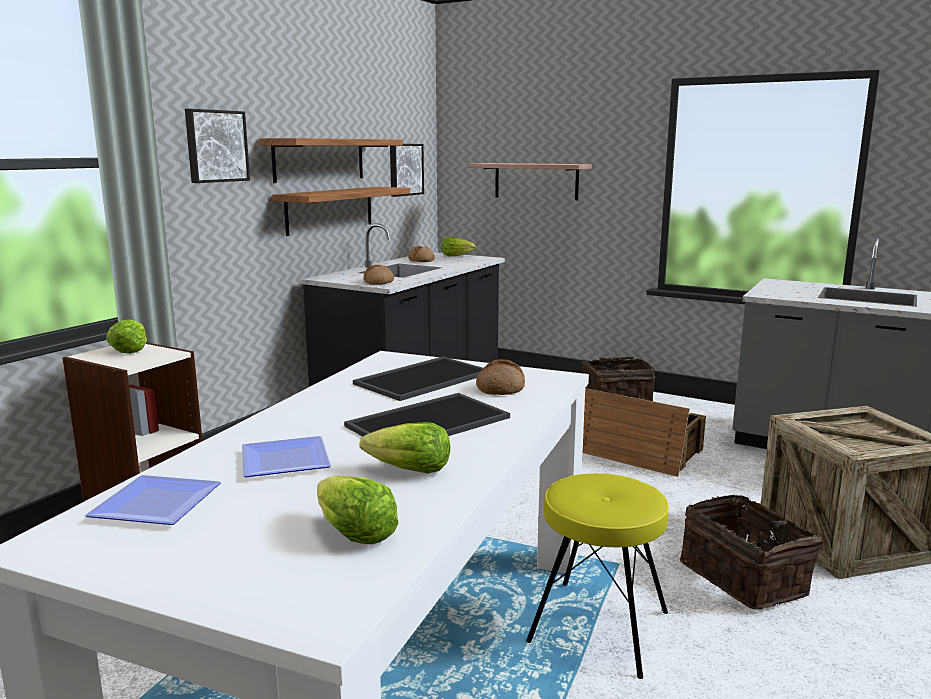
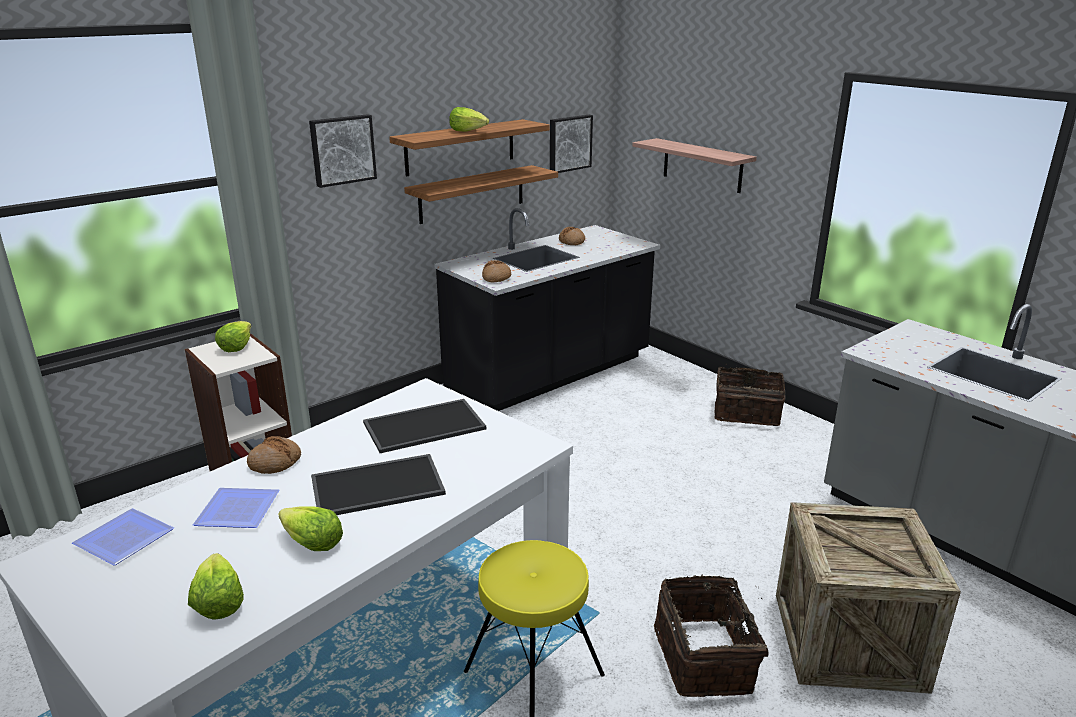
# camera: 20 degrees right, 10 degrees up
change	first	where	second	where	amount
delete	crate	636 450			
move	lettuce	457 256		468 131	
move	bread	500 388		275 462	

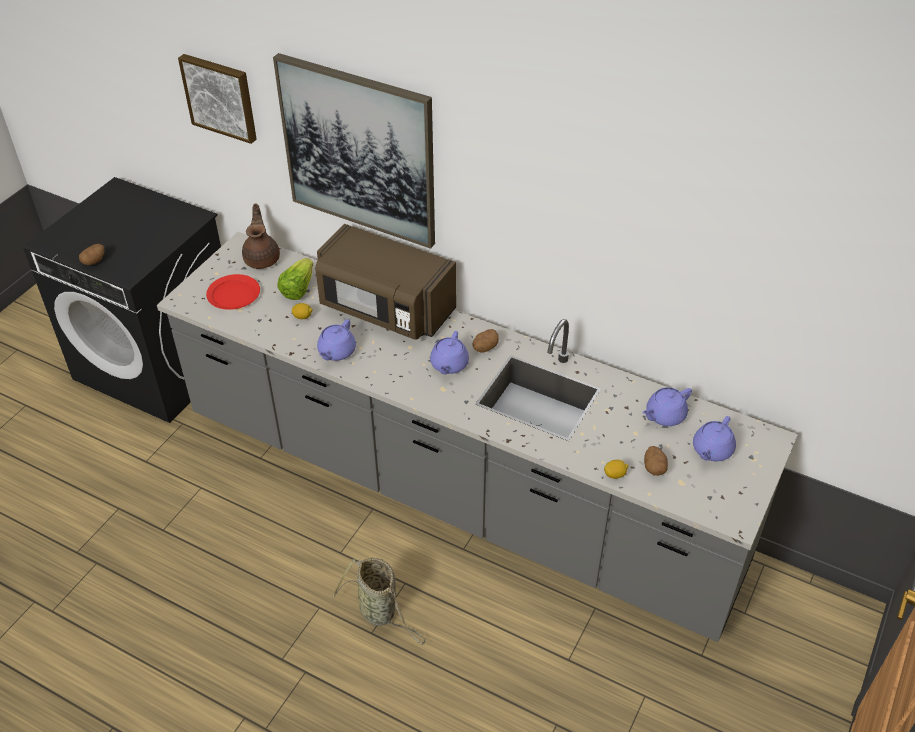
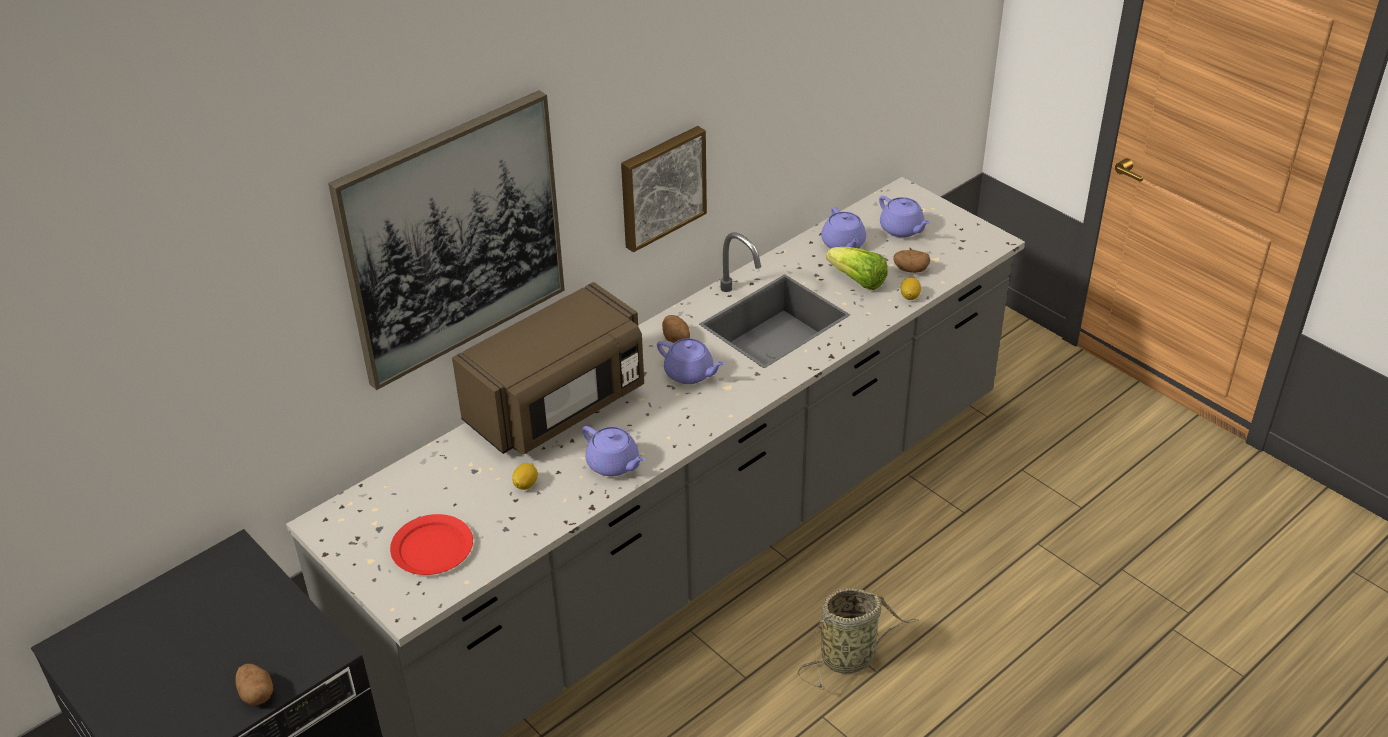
# camera: 70 degrees left, 5 degrees down
change	first	where	second	where	amount
delete	brown teapot	262 258			
move	picture	220 97		661 186	
move	lettuce	298 289		857 281	

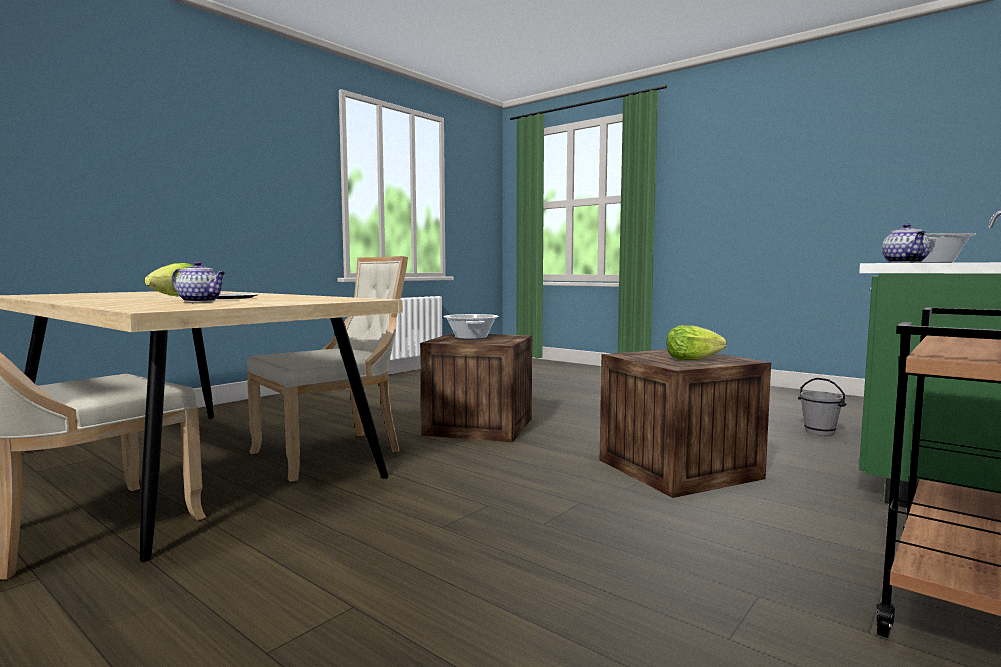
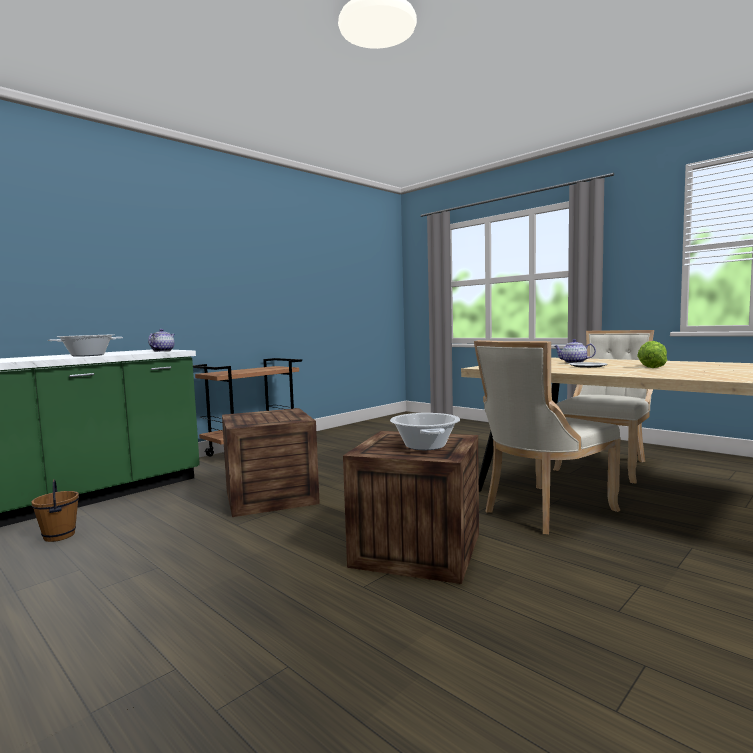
# camera: 175 degrees left, 0 degrees up
change	first	where	second	where	amount
delete	lettuce	691 360			
recolor	grey bucket	820 432	brown bucket	58 536	

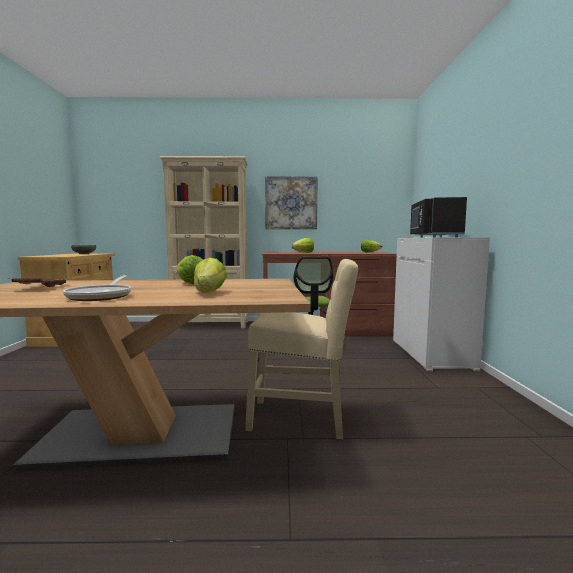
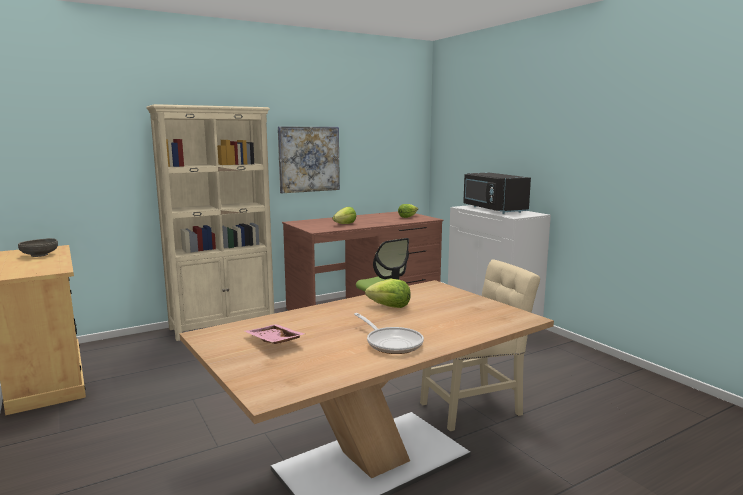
# camera: 30 degrees left, 5 degrees up
change	first	where	second	where	amount
delete	lettuce	209 292			

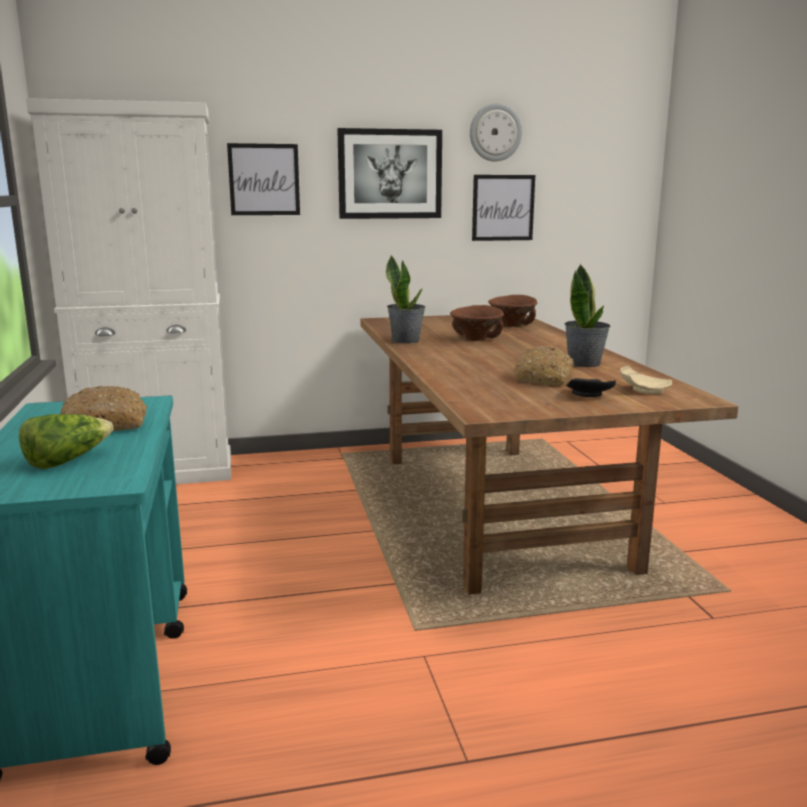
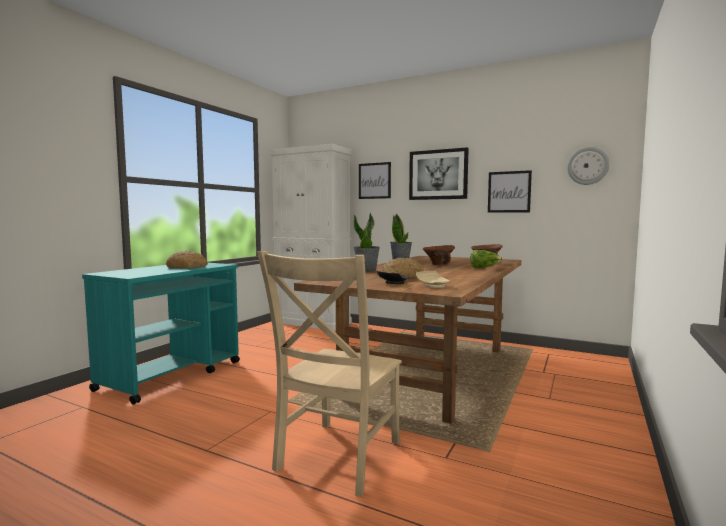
# camera: 40 degrees right, 10 degrees down
change	first	where	second	where	amount
insert			beige chair	336 458	
move	lettuce	67 460		484 267	
move	wall clock	495 132		588 166	
move	potted plant	584 363		366 270	

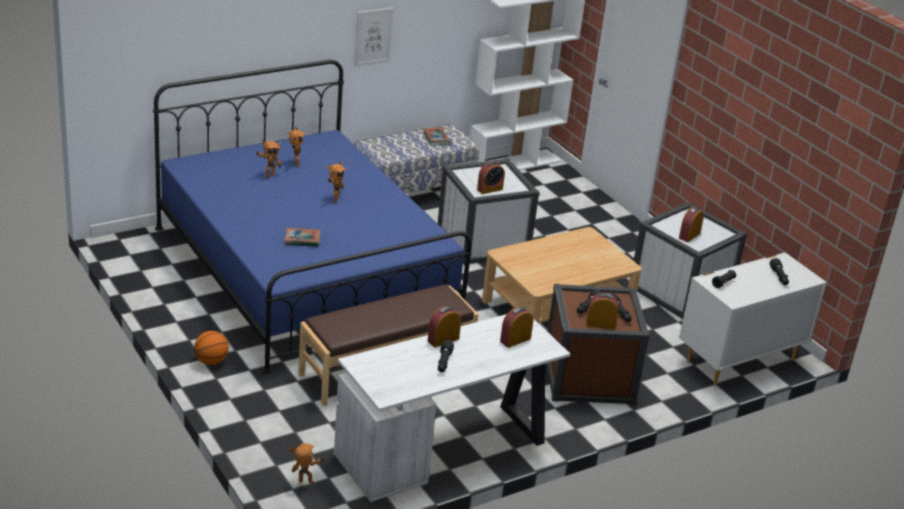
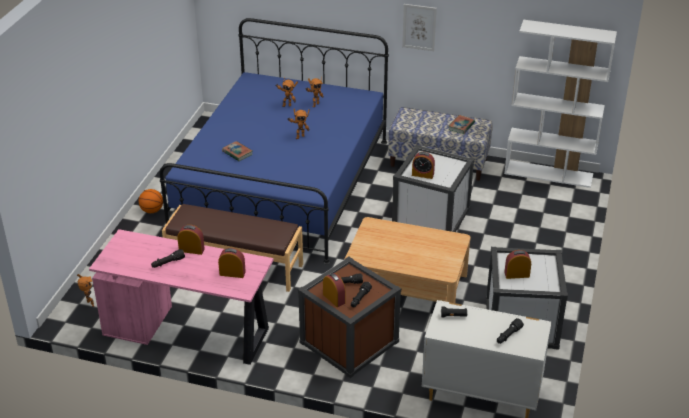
# camera: 50 degrees right, 5 degrees up
change	first	where	second	where	amount
recolor	white desk	446 449	pink desk	189 332	

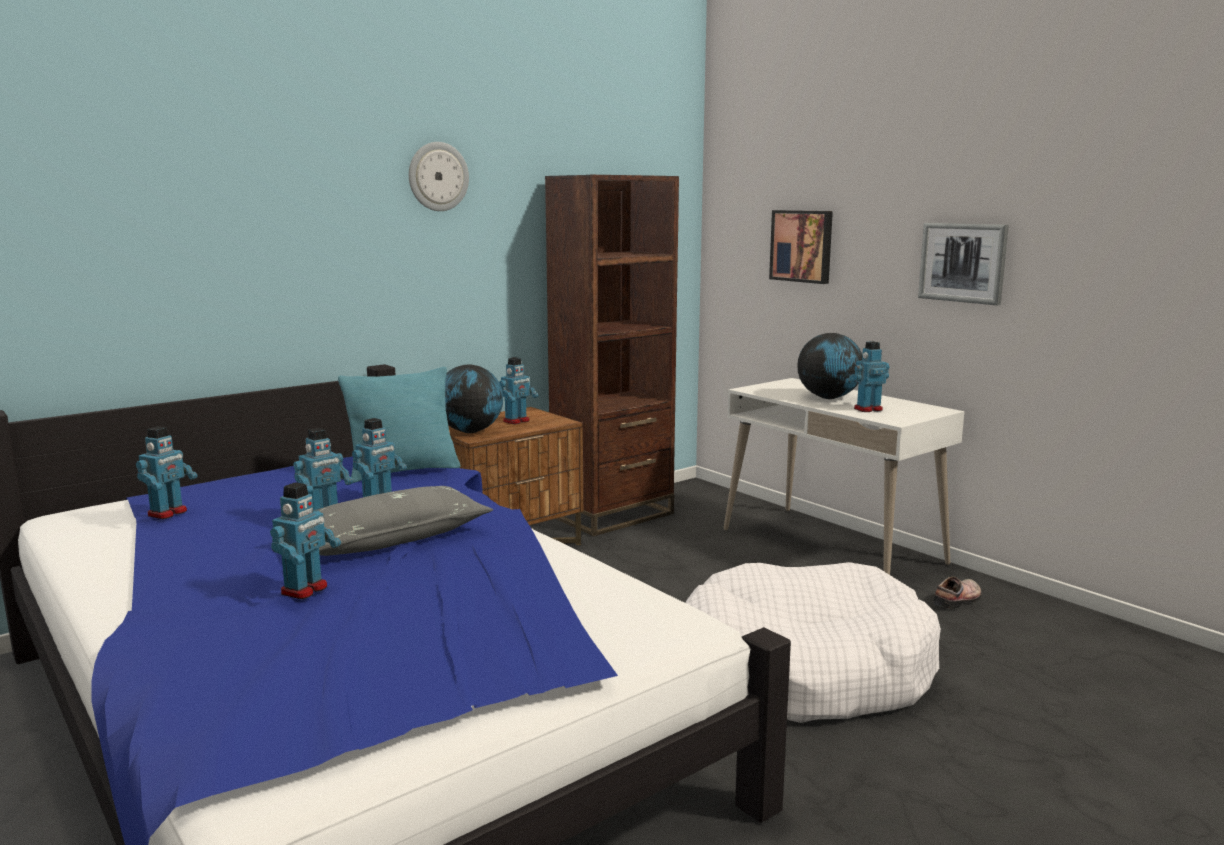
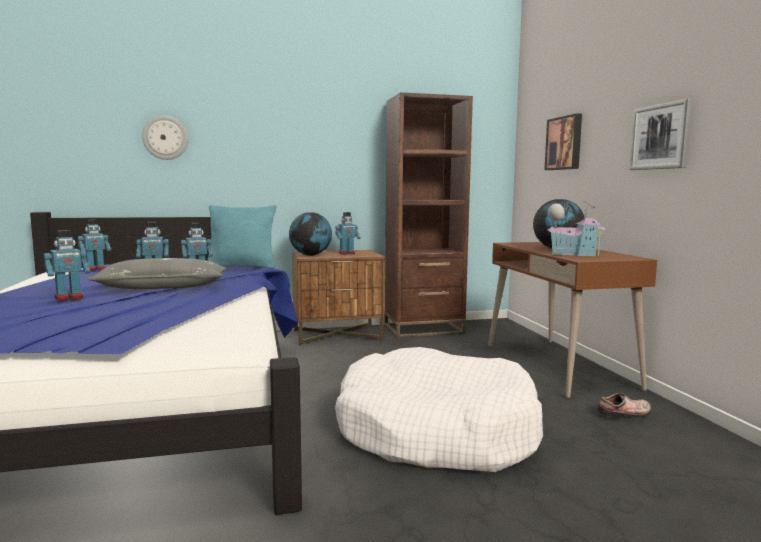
# camera: 25 degrees right, 5 degrees down
change	first	where	second	where	amount
move	wall clock	438 176		165 137	
replace	toy robot	867 409	toy house	573 254	
recolor	white desk	831 546	brown desk	558 366	

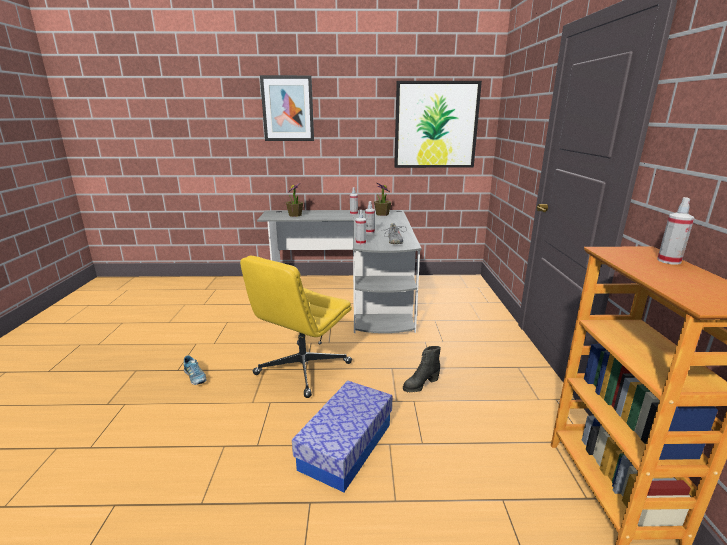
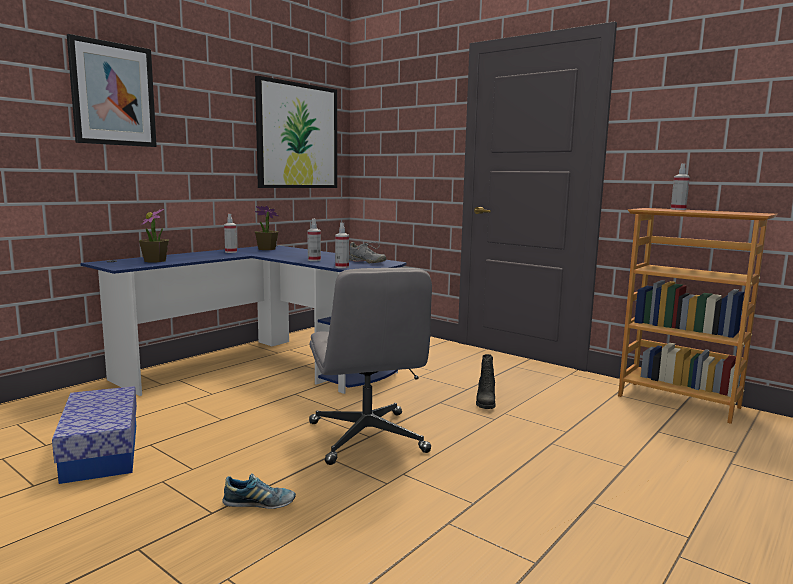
# camera: 50 degrees left, 10 degrees down
change	first	where	second	where	amount
move	storage box	346 446		101 451	
recolor	yellow office chair	302 369	grey office chair	367 438	
recolor	grey desk	355 295	blue desk	265 366	

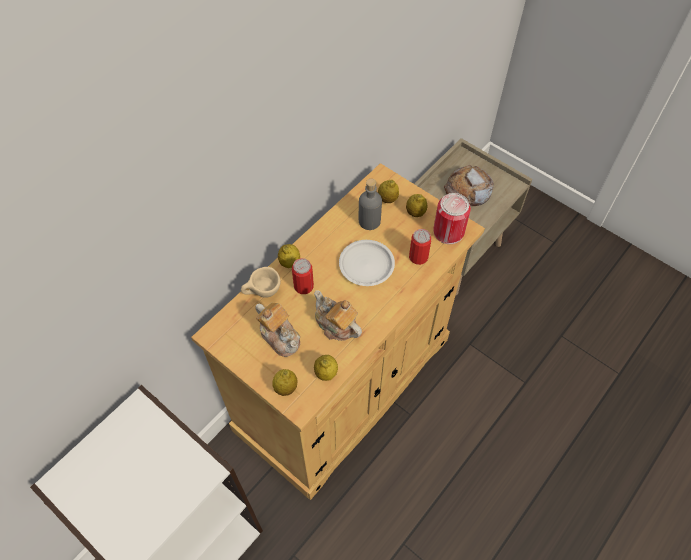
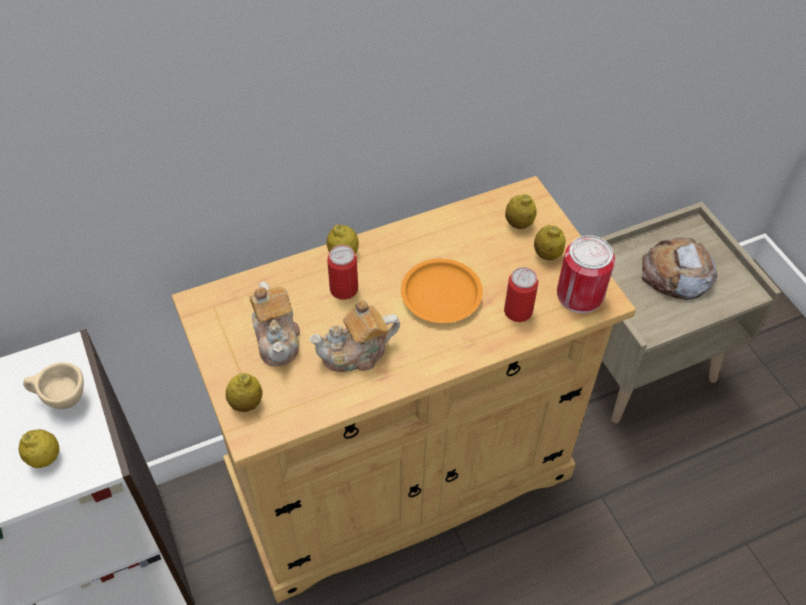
# camera: 25 degrees right, 5 degrees down
change	first	where	second	where	amount
delete	grey bottle	369 221			
move	beige cup	262 293		61 400	
move	lemon	326 373		45 458	
recolor	white plate	366 265	orange plate	440 295	
rotate	teapot	336 325		356 353	90 degrees counterclockwise

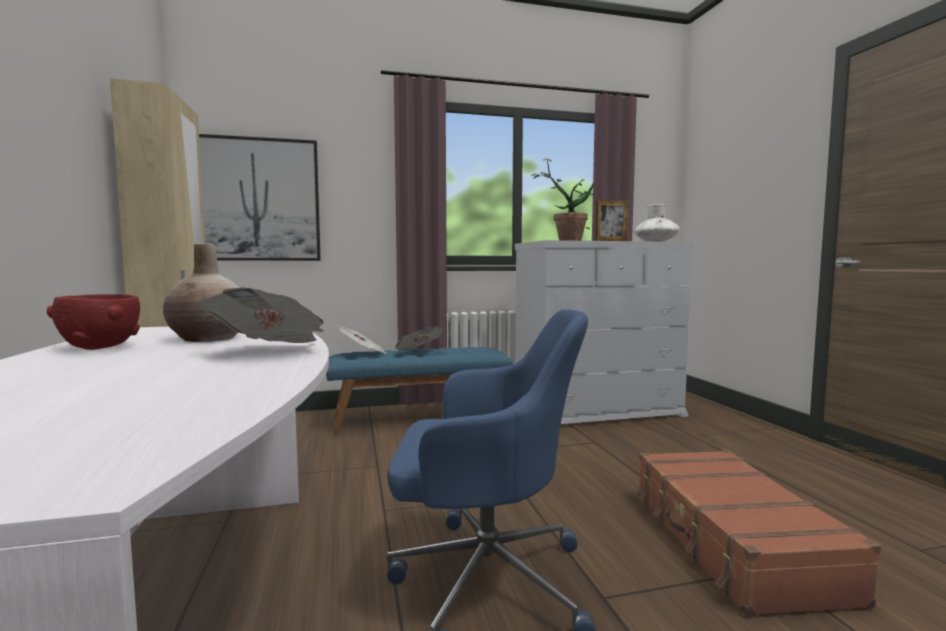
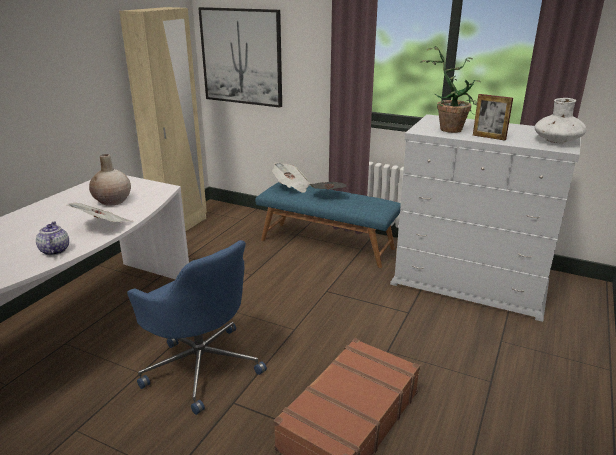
# camera: 40 degrees right, 20 degrees up
change	first	where	second	where	amount
delete	red bowl	99 347			
insert			teapot	54 250	

